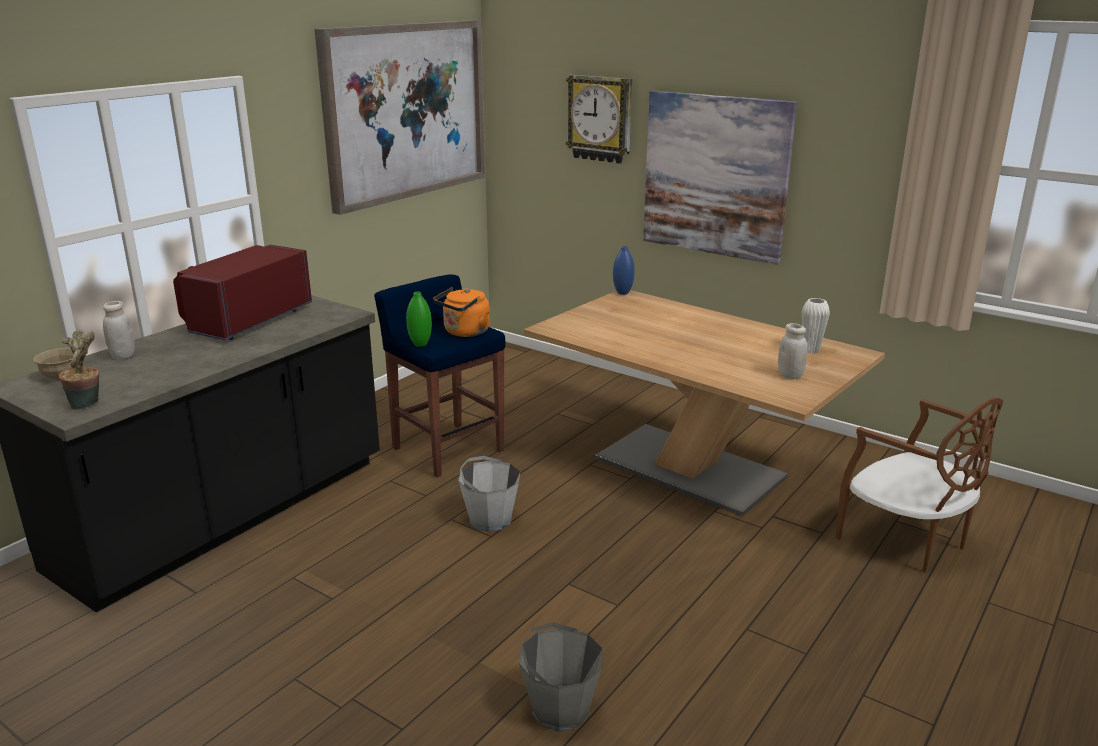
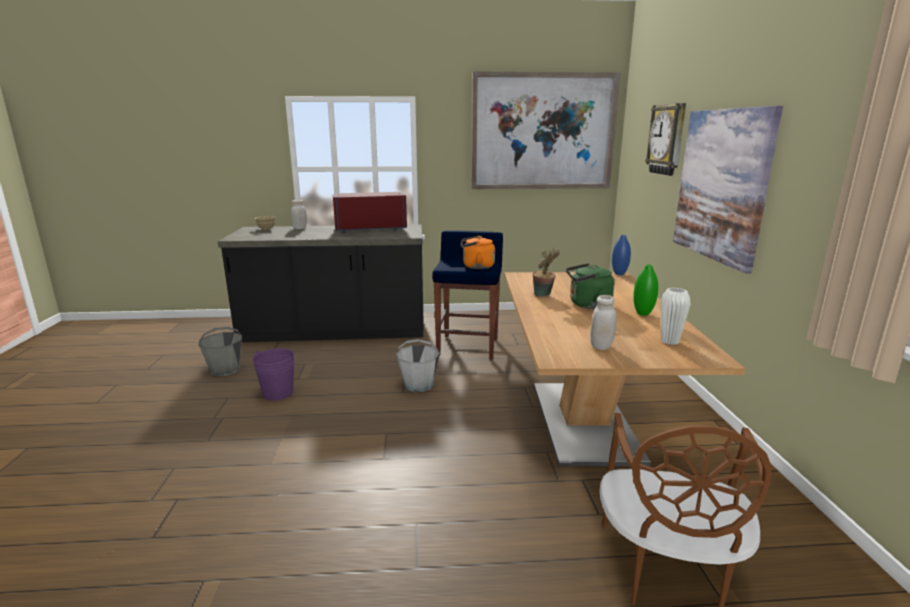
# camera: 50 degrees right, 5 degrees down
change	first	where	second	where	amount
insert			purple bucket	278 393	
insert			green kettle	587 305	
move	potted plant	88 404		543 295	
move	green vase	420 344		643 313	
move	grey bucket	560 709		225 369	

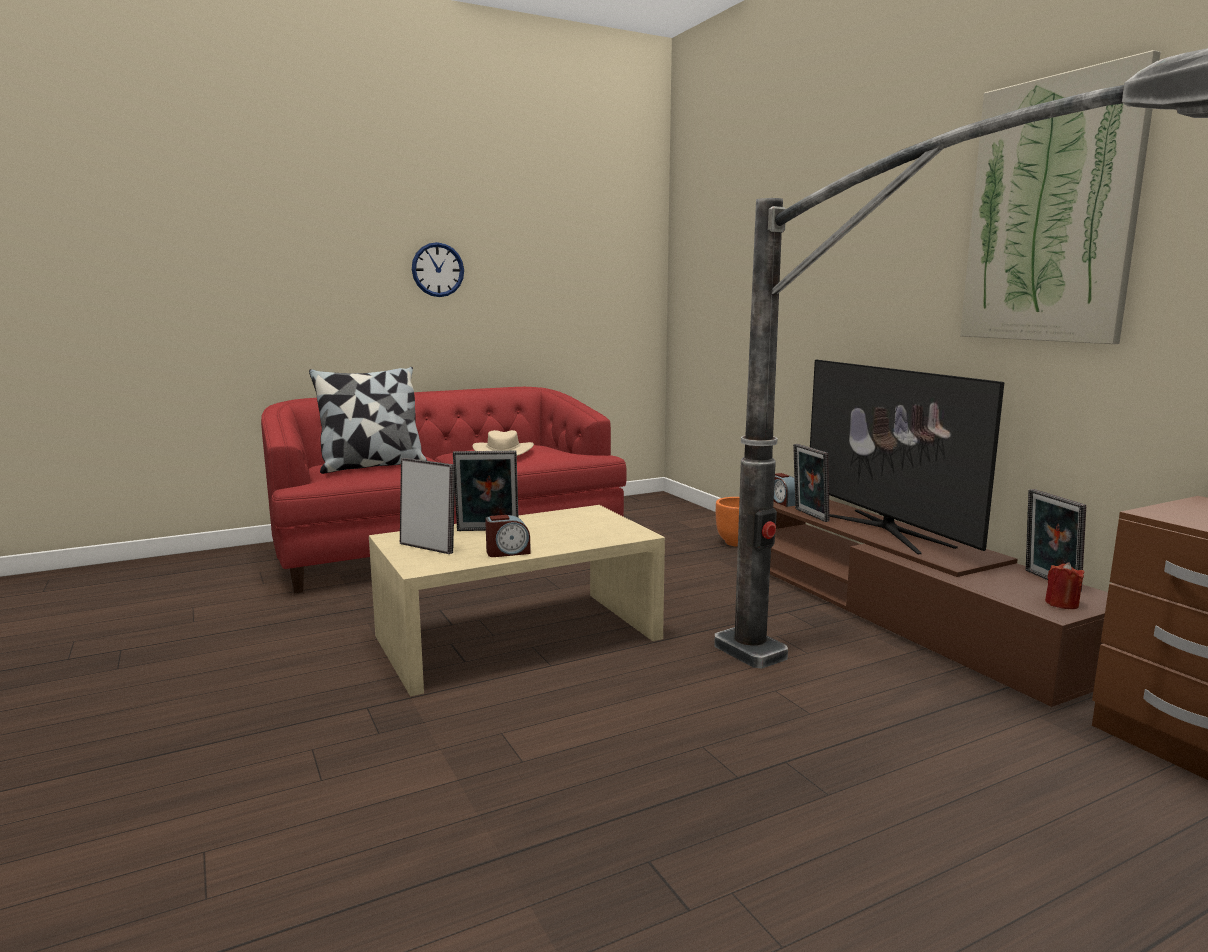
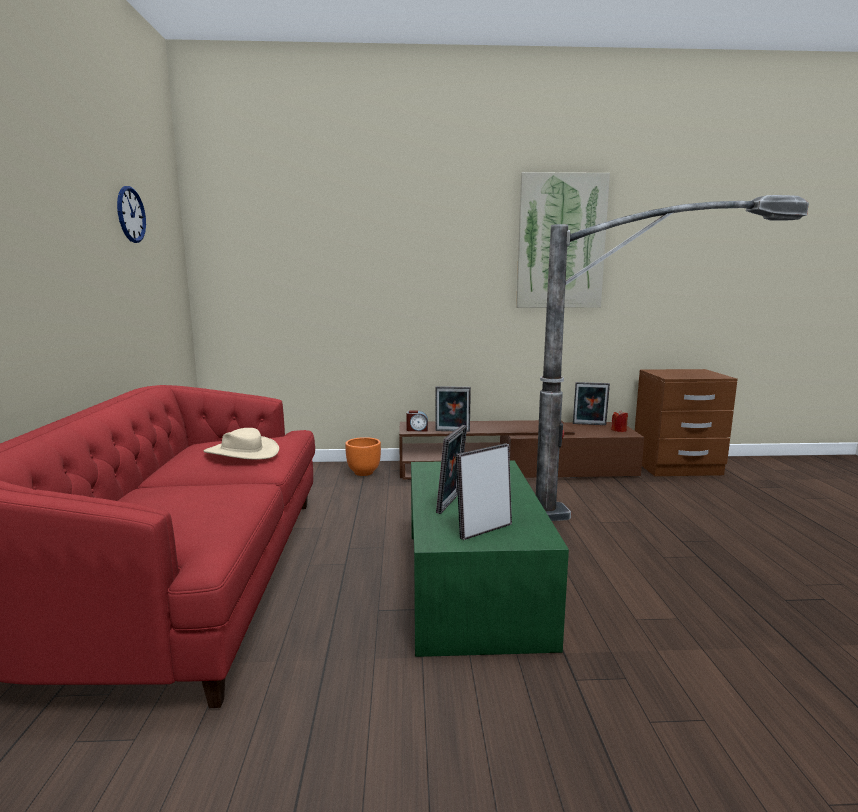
# camera: 65 degrees left, 0 degrees up
change	first	where	second	where	amount
delete	pillow	372 466			
delete	alarm clock	508 552			
delete	television	884 530			
move	wall clock	437 270		131 214	
recolor	beige coffee table	518 637	green coffee table	471 583	

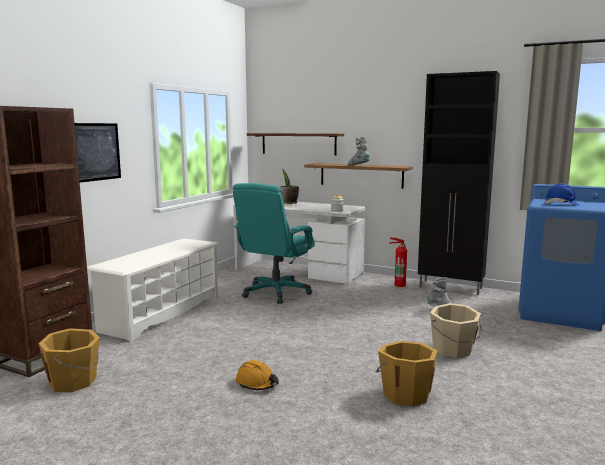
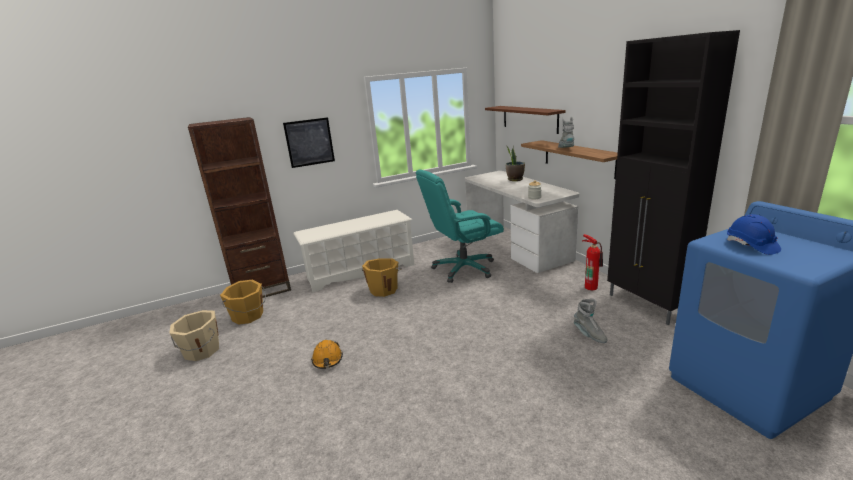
# camera: 40 degrees right, 10 degrees up
change	first	where	second	where	amount
move	orange bucket	405 394		384 289	
move	beige bucket	453 350		201 351	

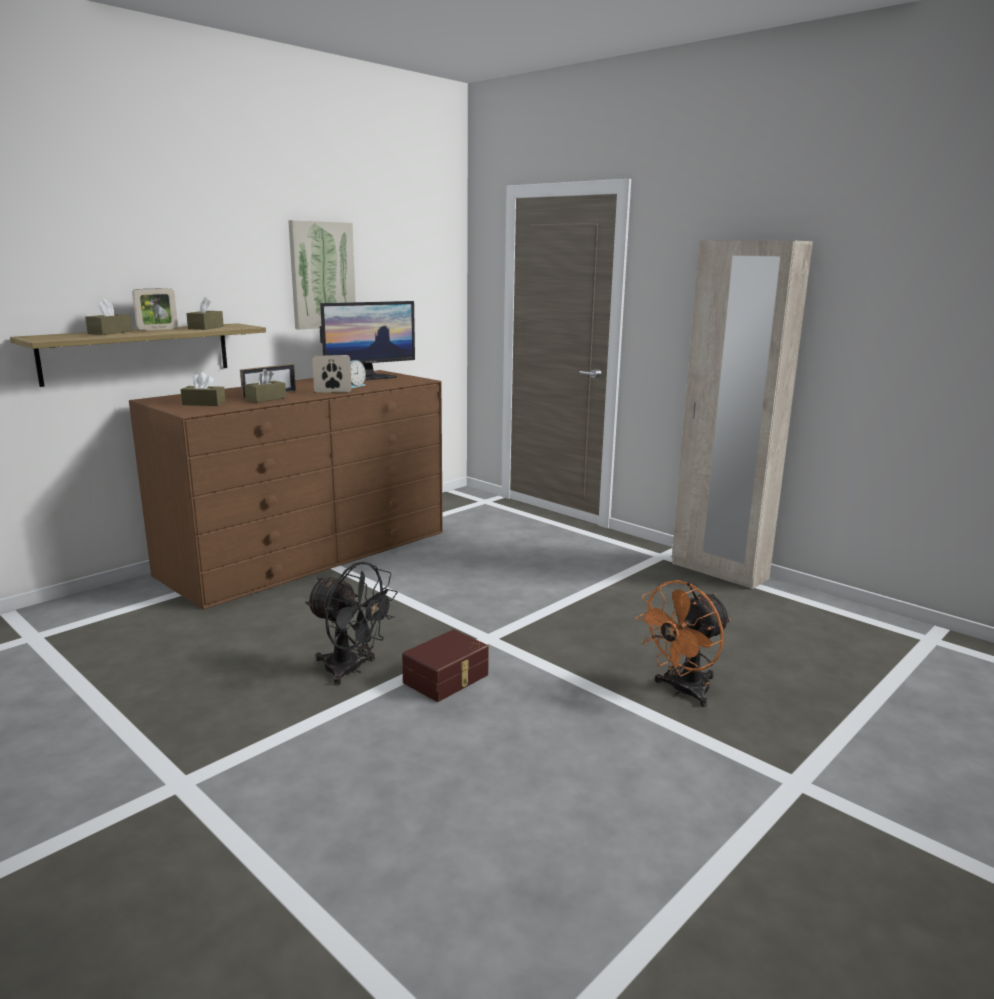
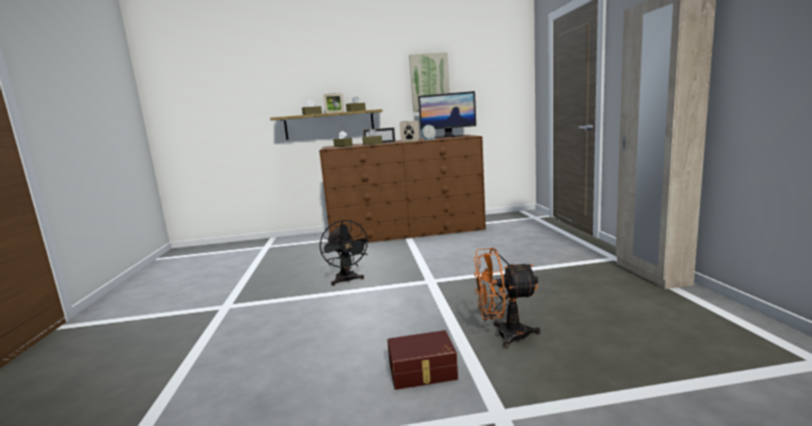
# camera: 40 degrees right, 5 degrees down
change	first	where	second	where	amount
move	brown storage box	447 679		423 372	

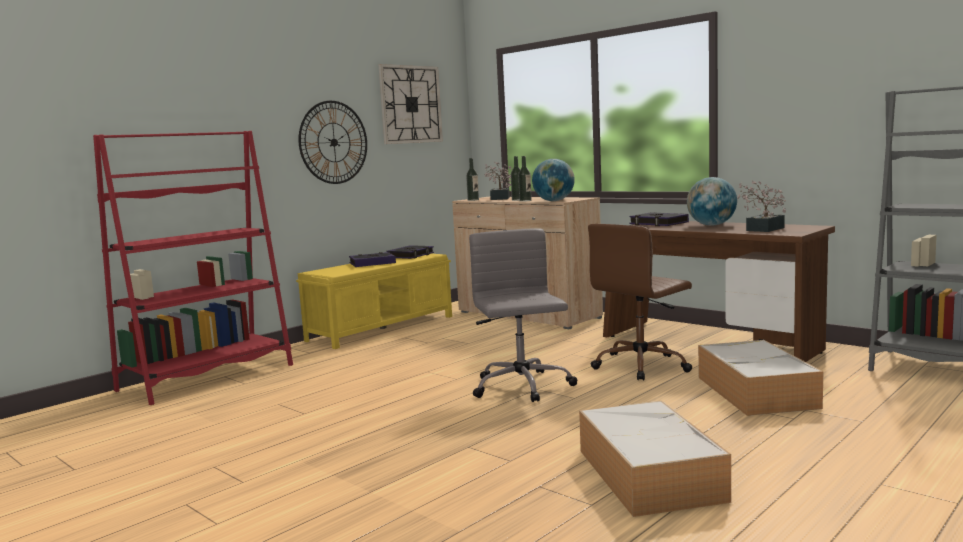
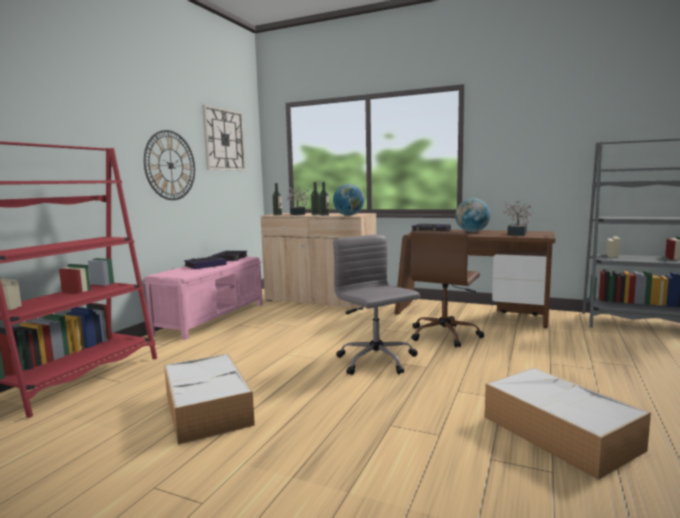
# camera: 20 degrees left, 0 degrees up
change	first	where	second	where	amount
move	storage box	757 392		208 409	
recolor	yellow bench	382 328	pink bench	212 318	

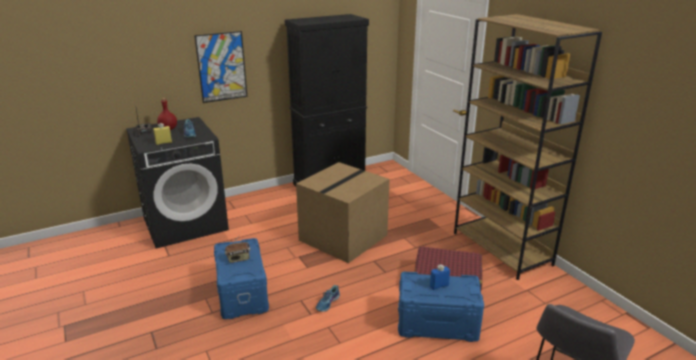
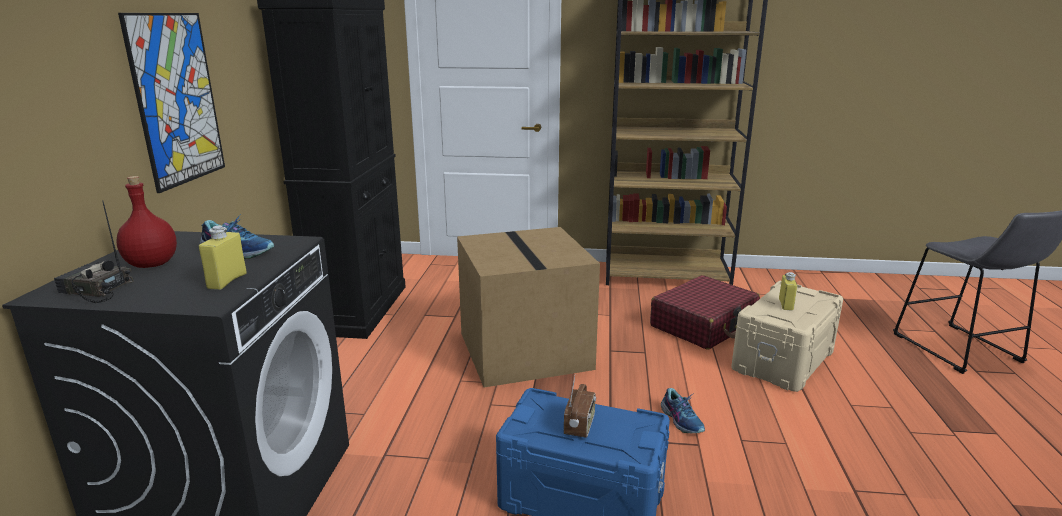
# camera: 55 degrees left, 5 degrees down
change	first	where	second	where	amount
recolor	blue storage box	437 324	beige storage box	784 360	
recolor	blue bottle	439 286	yellow bottle	786 305	

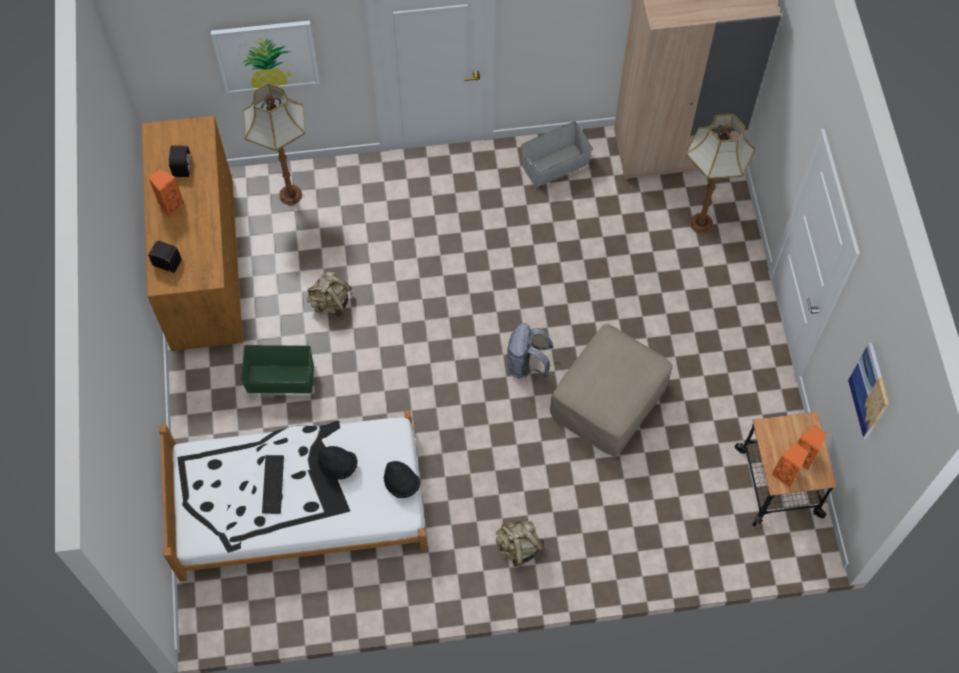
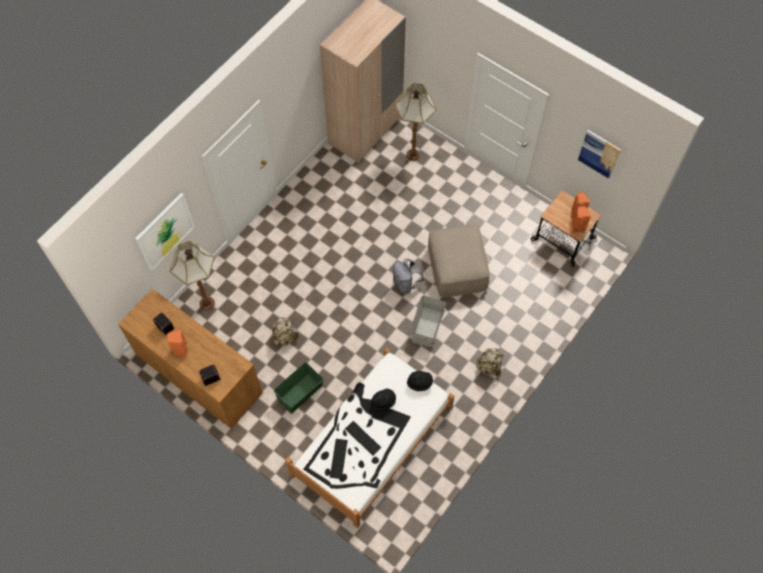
# camera: 45 degrees left, 0 degrees up
change	first	where	second	where	amount
insert			keyboard	339 459	
move	grey storage box	555 165		427 326	

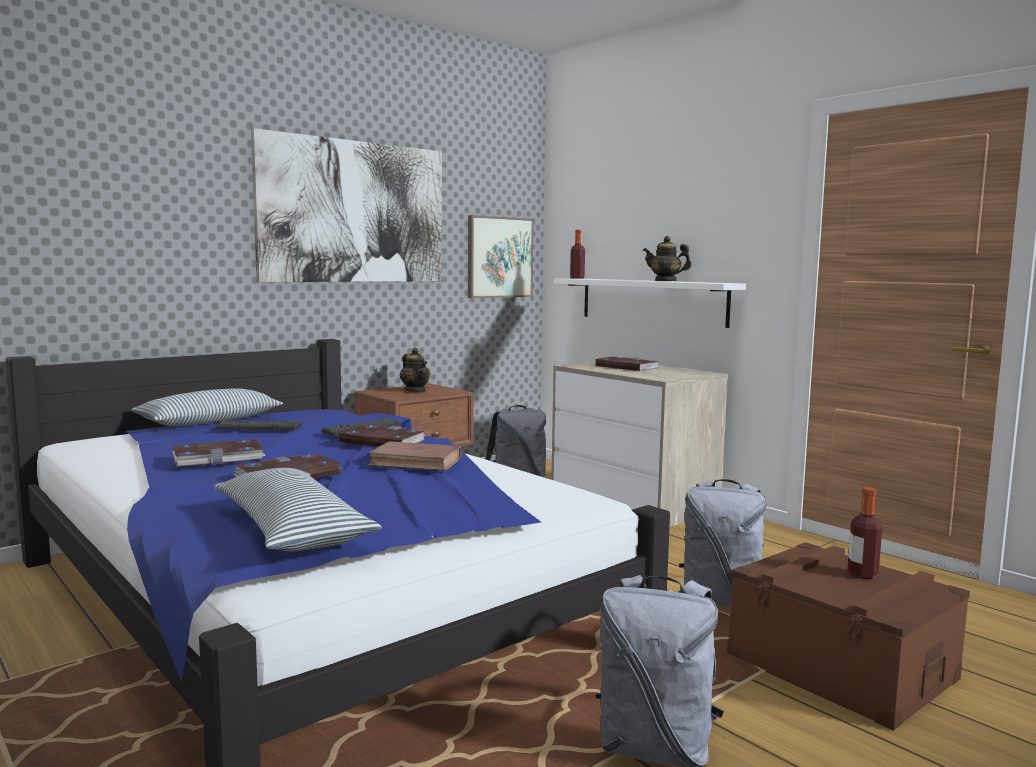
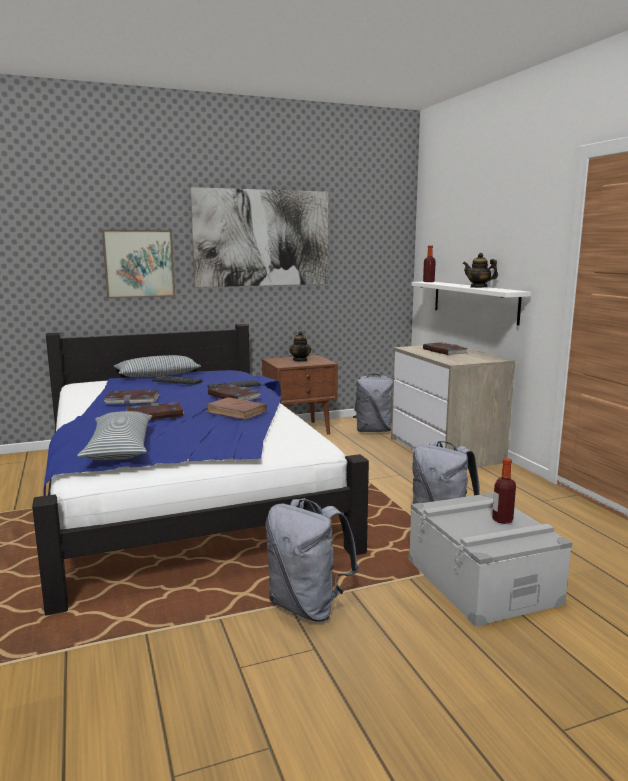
# camera: 20 degrees right, 5 degrees up
change	first	where	second	where	amount
move	picture	499 257		139 264	
recolor	brown storage box	841 667	grey storage box	482 582	

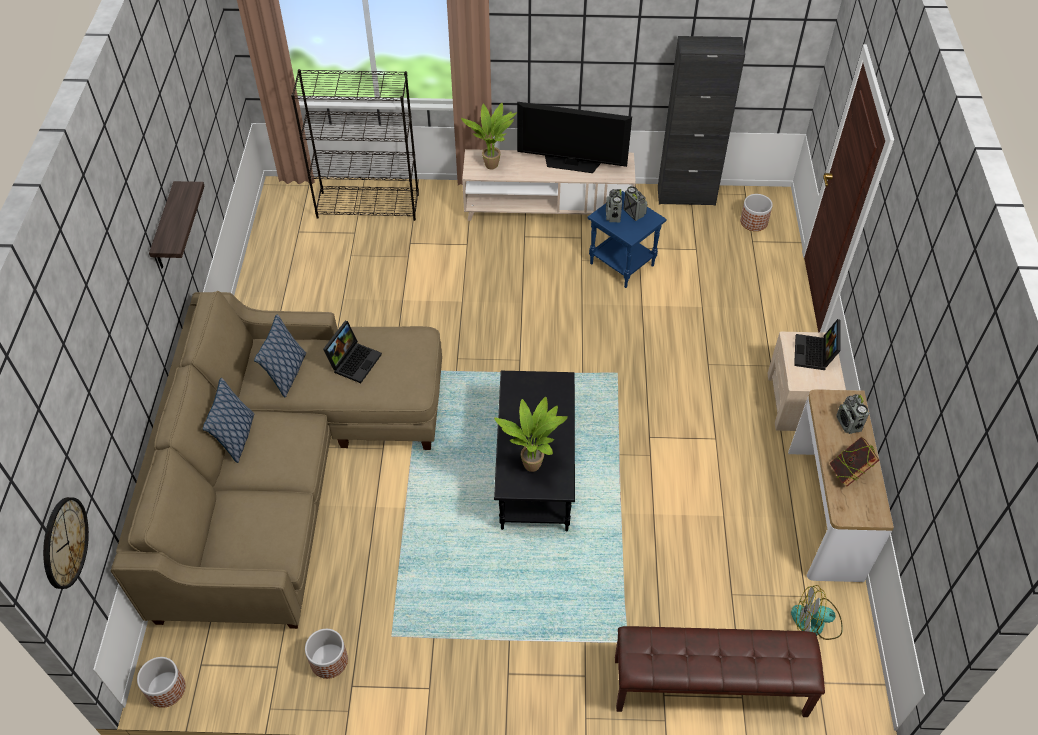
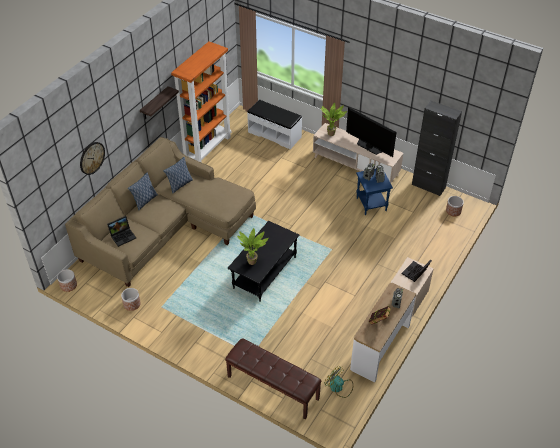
# camera: 30 degrees right, 5 degrees down
change	first	where	second	where	amount
insert			orange bookcase	207 148	
move	wall clock	64 542		92 158	
move	laptop	354 361		123 236	
replace	black bookcase	369 206	white bench	274 134	

